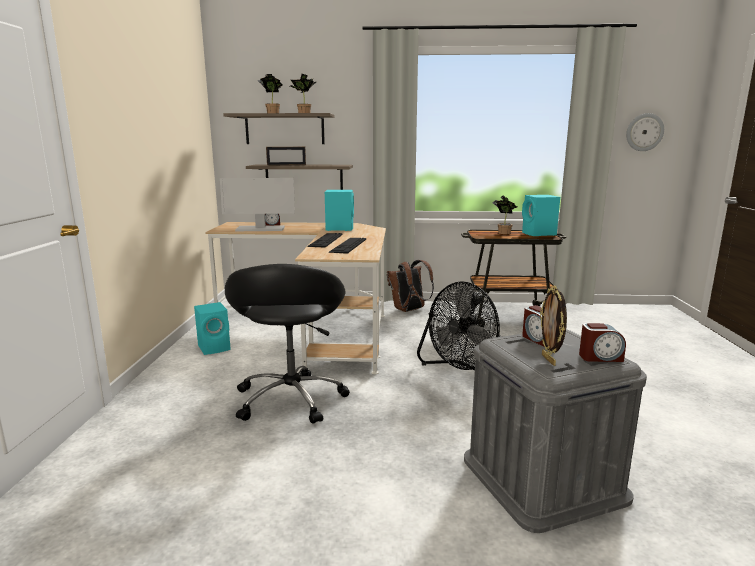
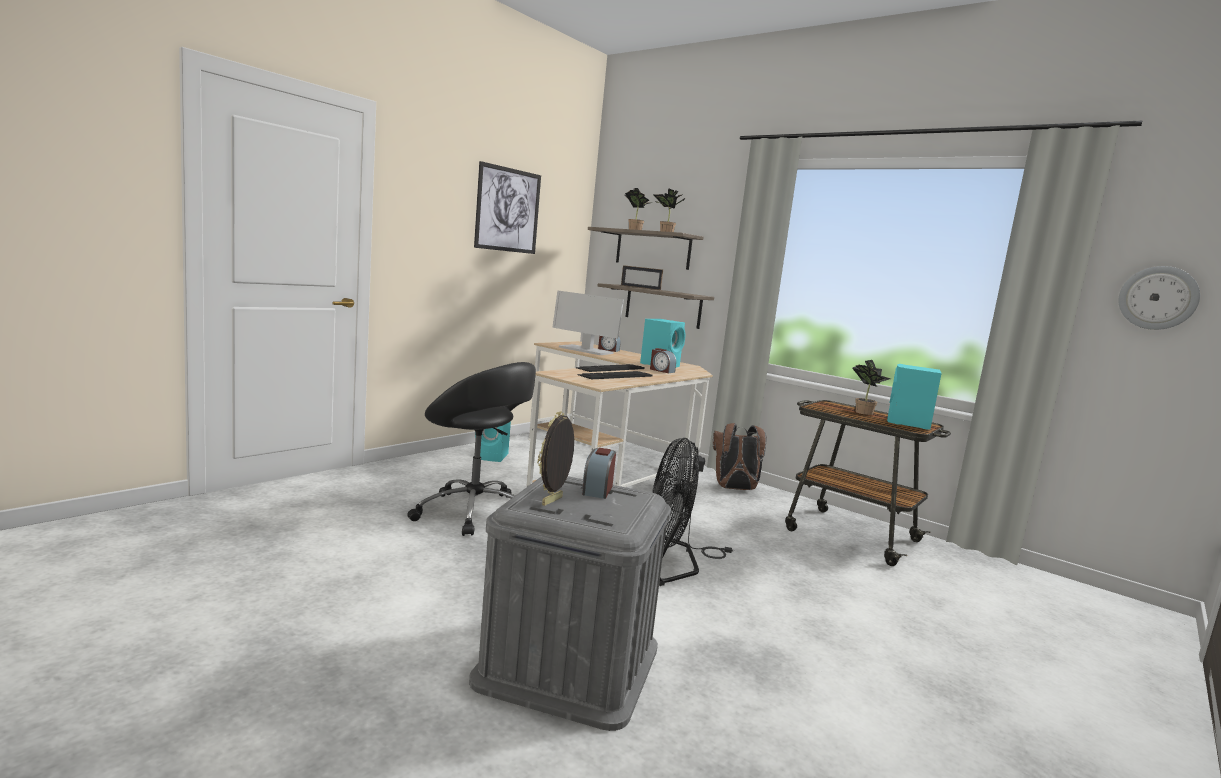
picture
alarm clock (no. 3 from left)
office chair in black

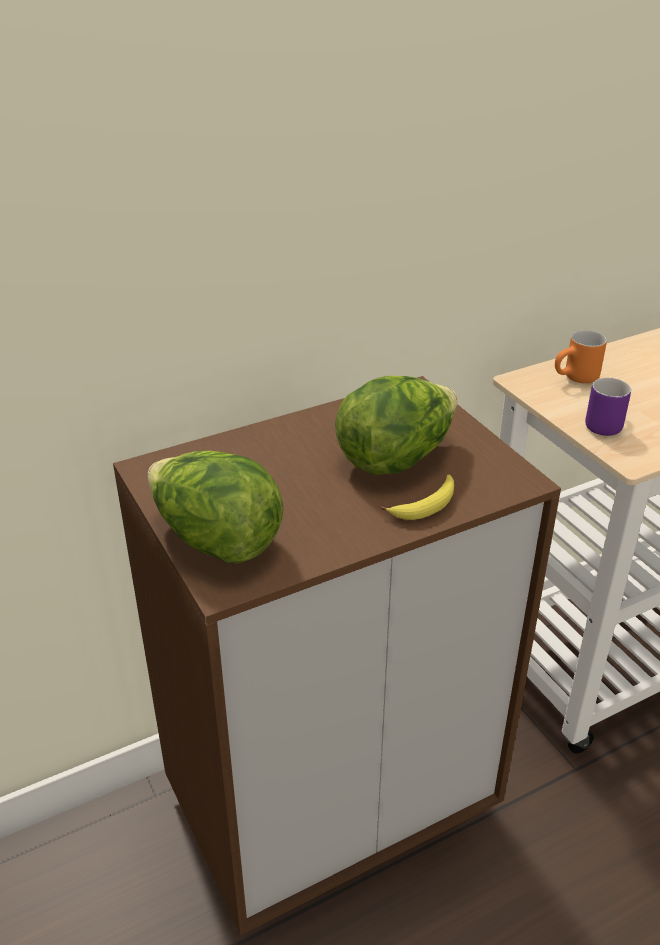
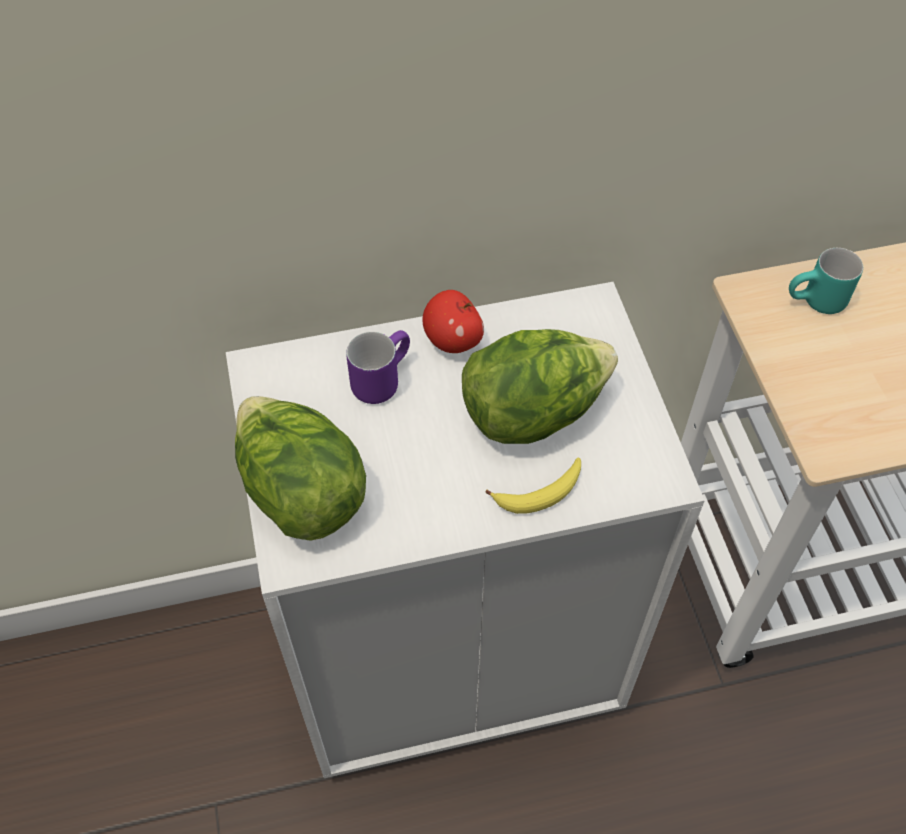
apple
mug in purple
cabinet in white
mug in turquoise

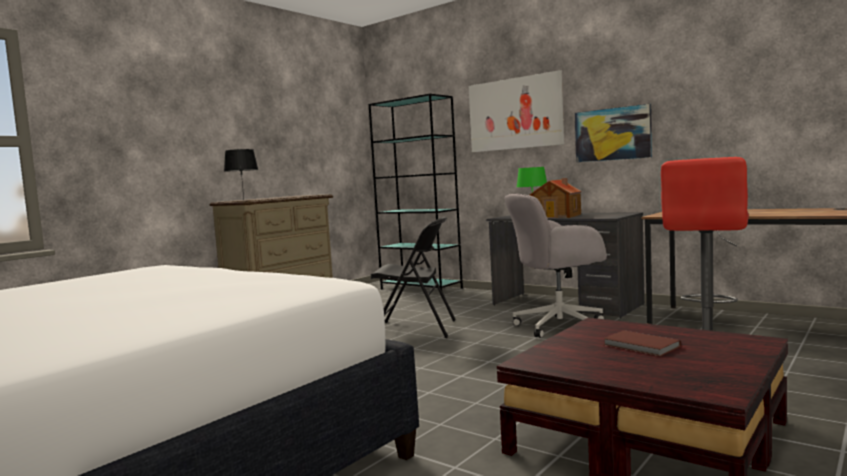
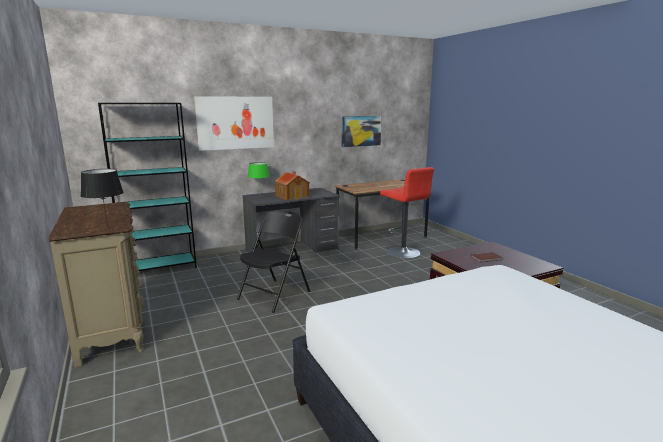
office chair in grey
picture (no. 2 from left)

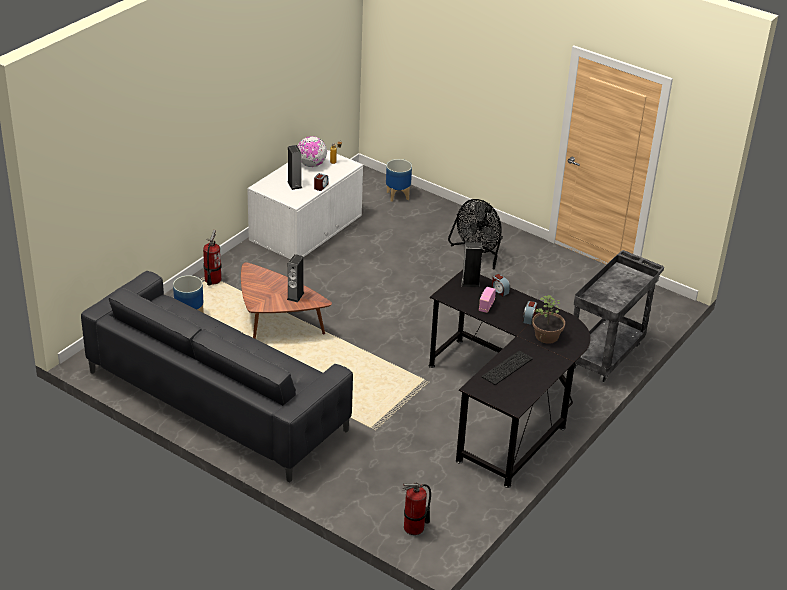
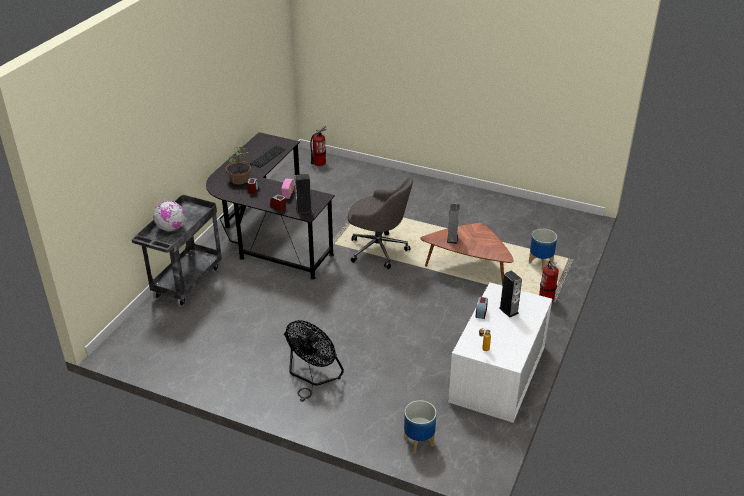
sofa in grey
office chair in grey
globe

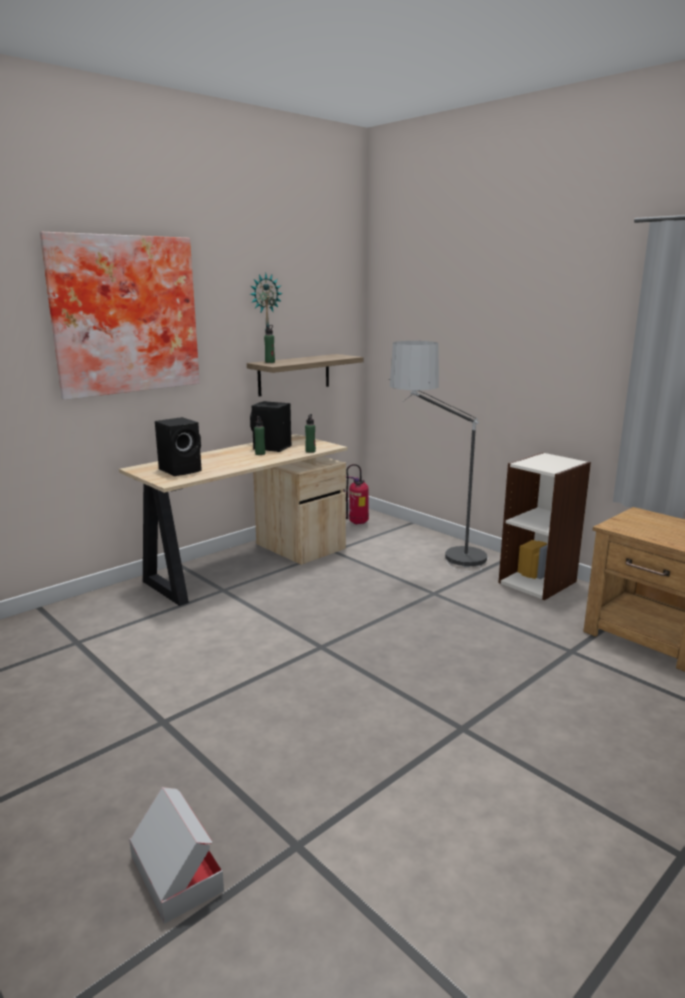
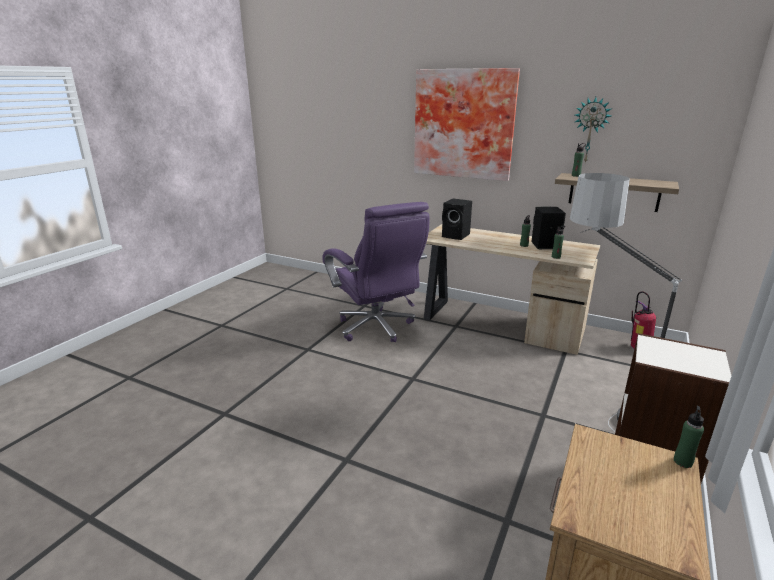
cardboard box
office chair in purple
bottle in green (no. 4 from left)

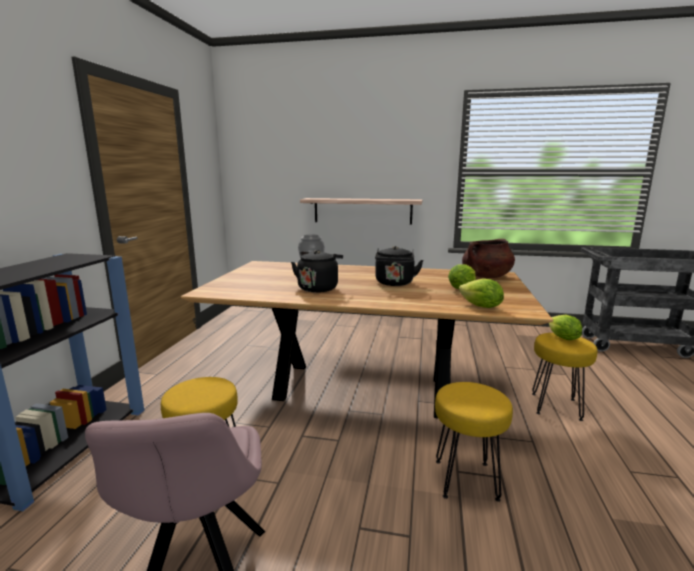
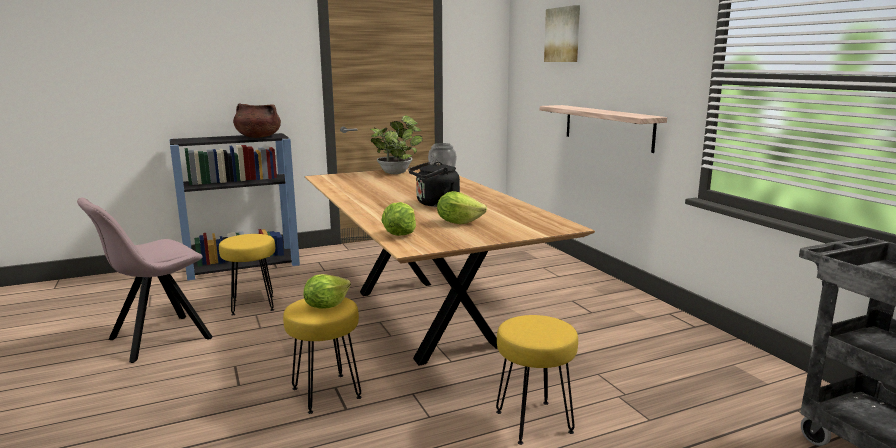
kettle in black (no. 1 from left in the first image)
potted plant
picture
cooking pot in brown
lettuce (no. 1 from left)

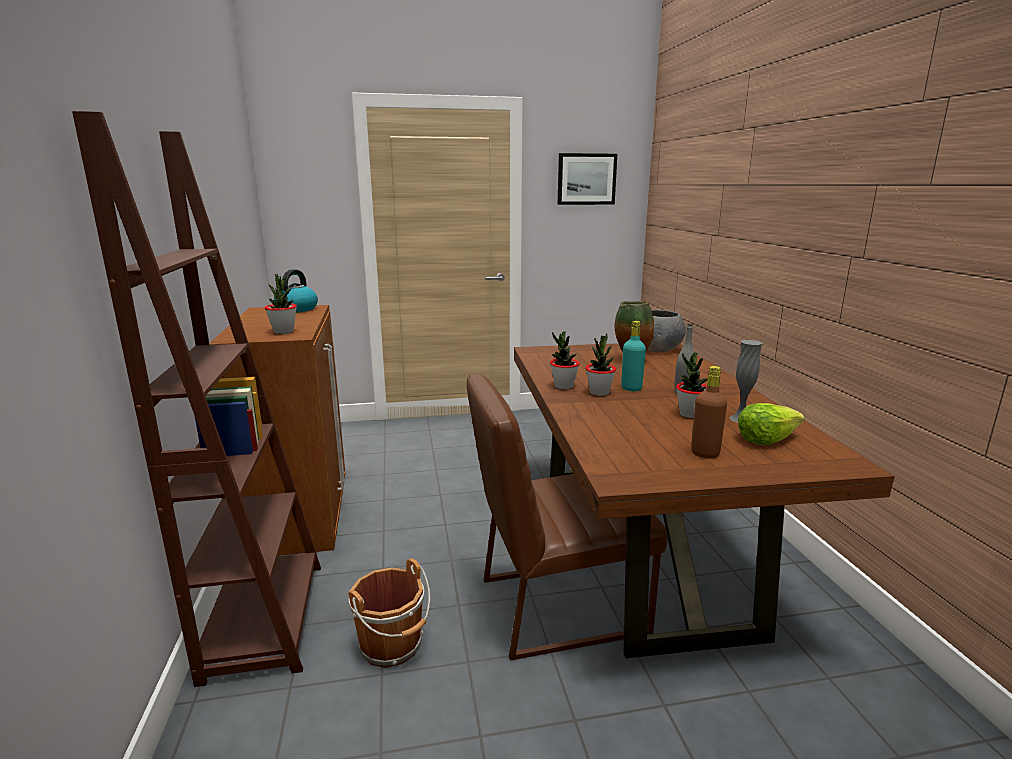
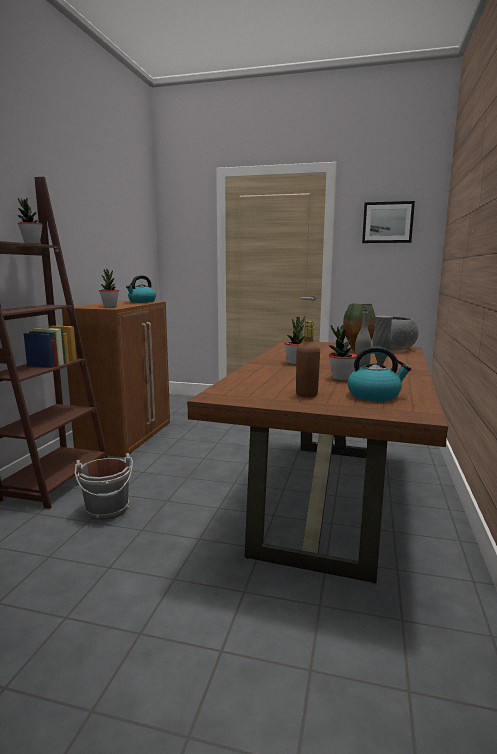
chair in brown
bottle in turquoise
potted plant (no. 1 from left)
kettle (no. 2 from left)
bucket in grey

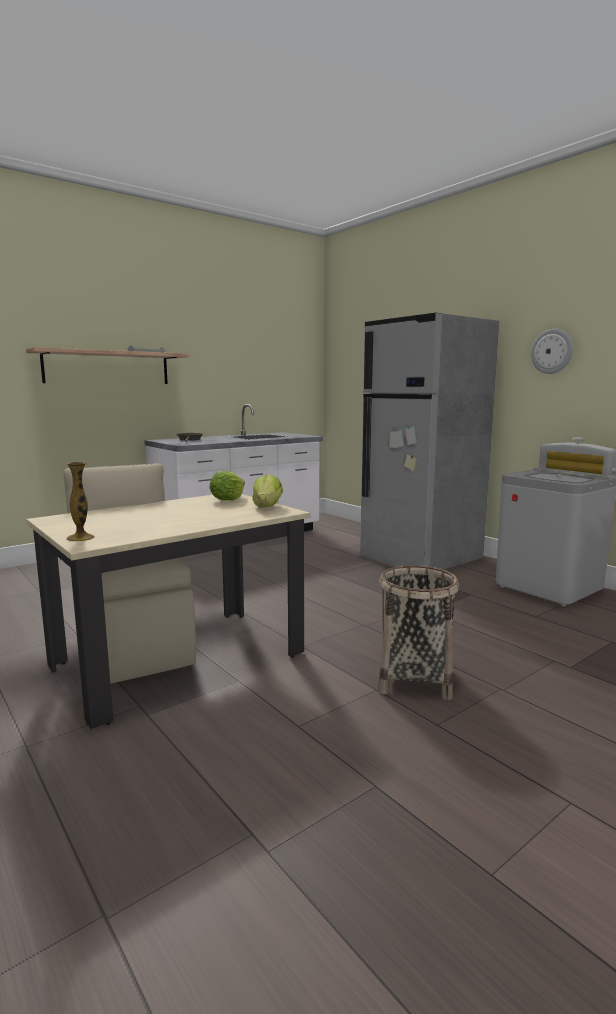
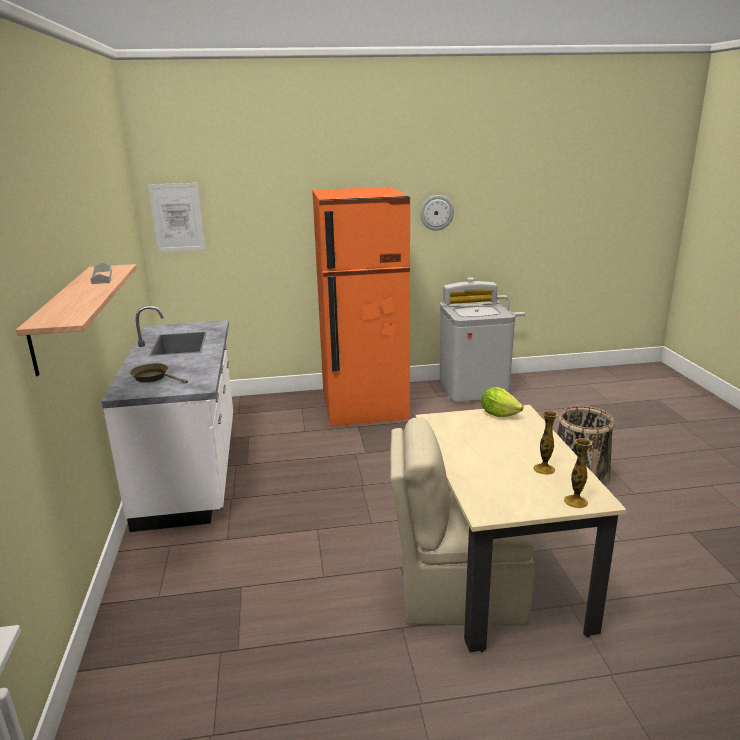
lettuce (no. 1 from left in the first image)
picture
vase (no. 1 from left)
fridge in orange

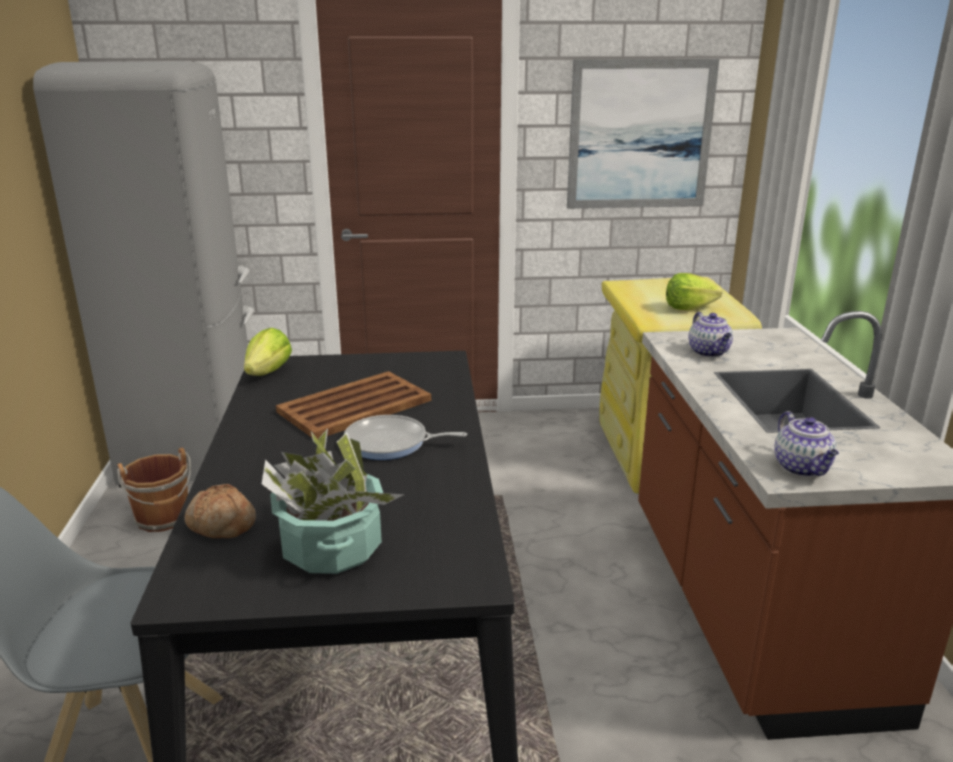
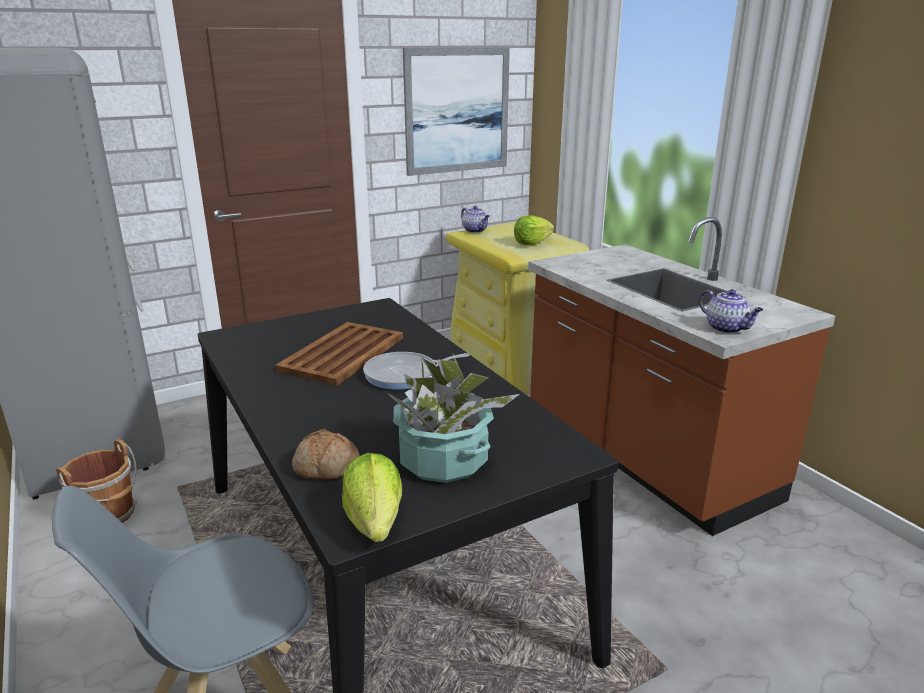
lettuce (no. 1 from left)
teapot (no. 1 from left)

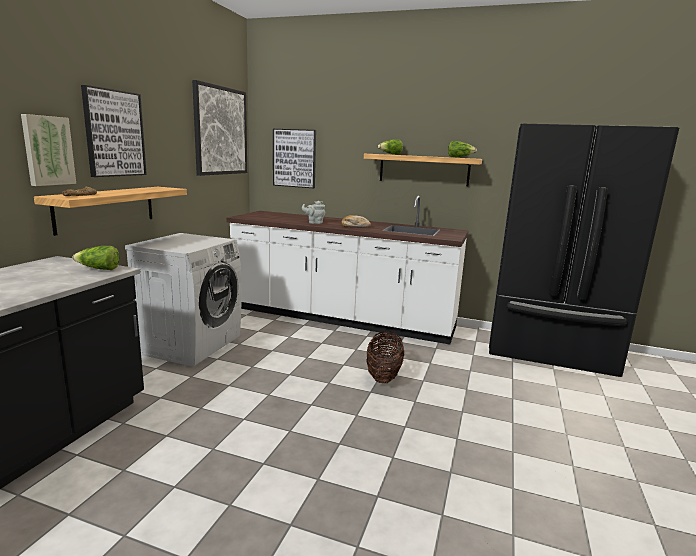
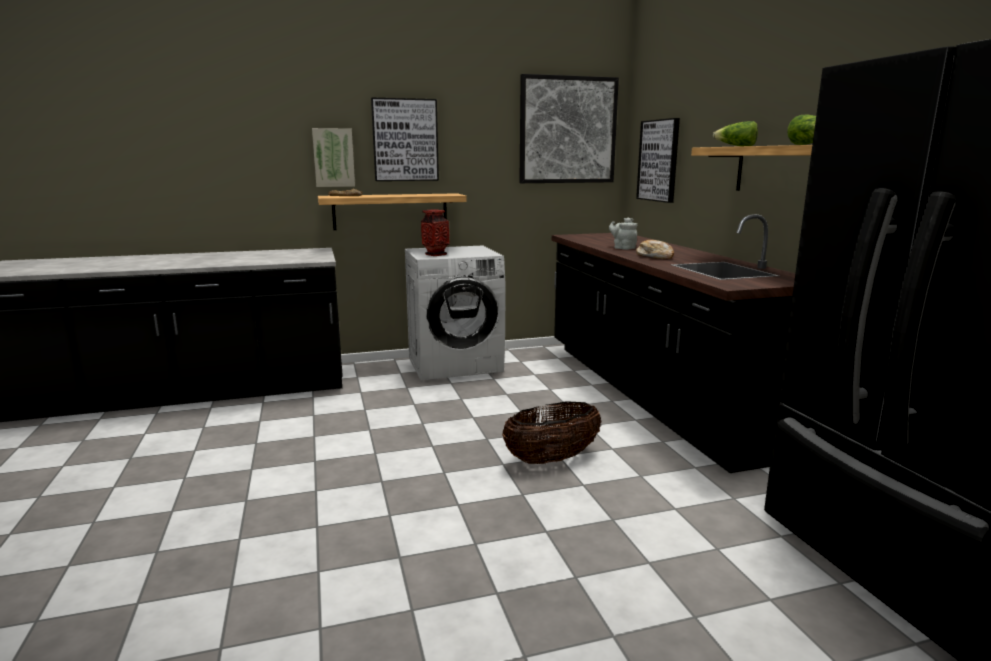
lettuce (no. 1 from left in the first image)
vase
counter in black (no. 2 from left)

